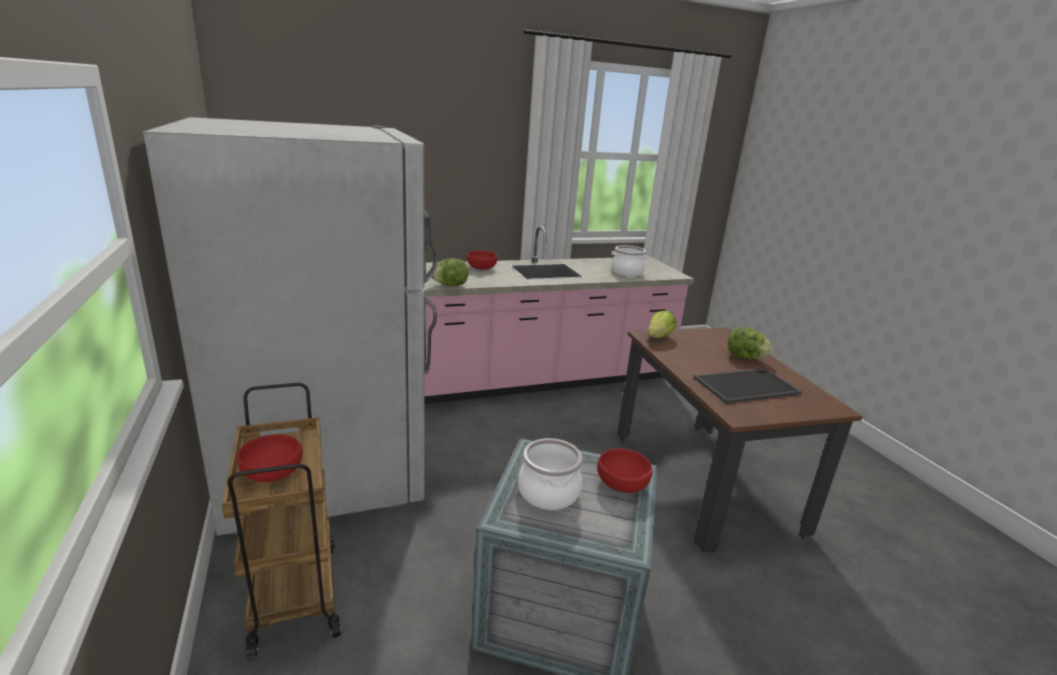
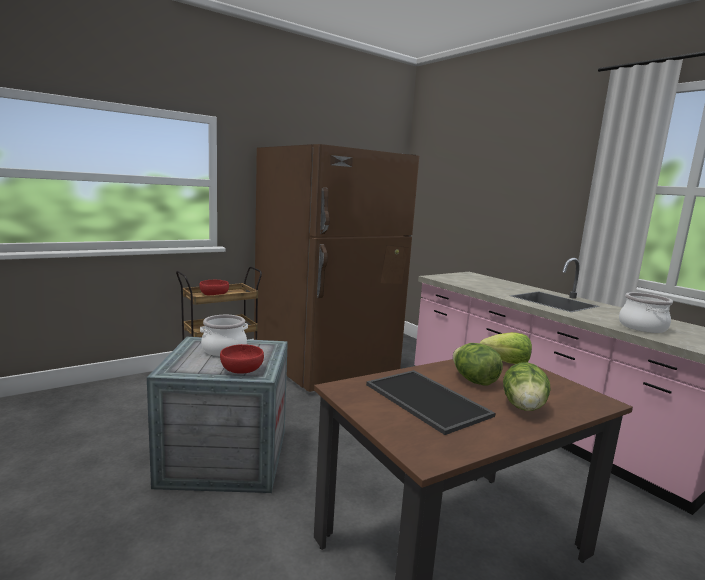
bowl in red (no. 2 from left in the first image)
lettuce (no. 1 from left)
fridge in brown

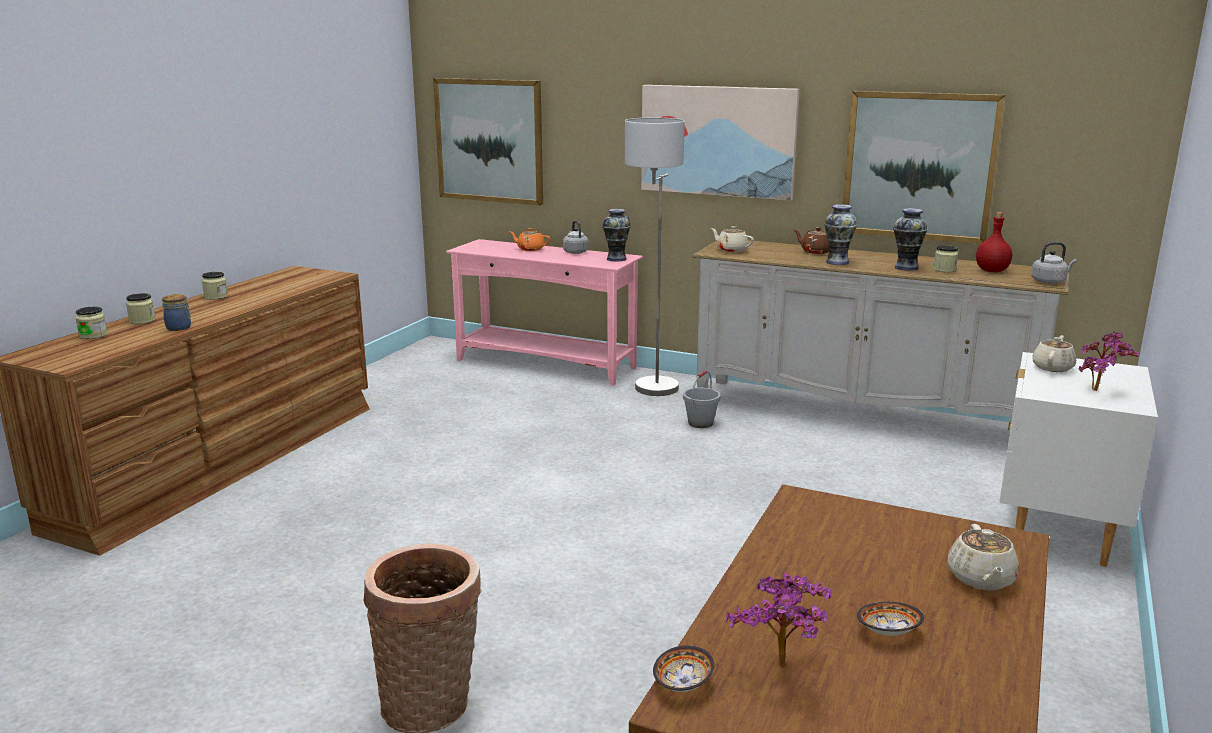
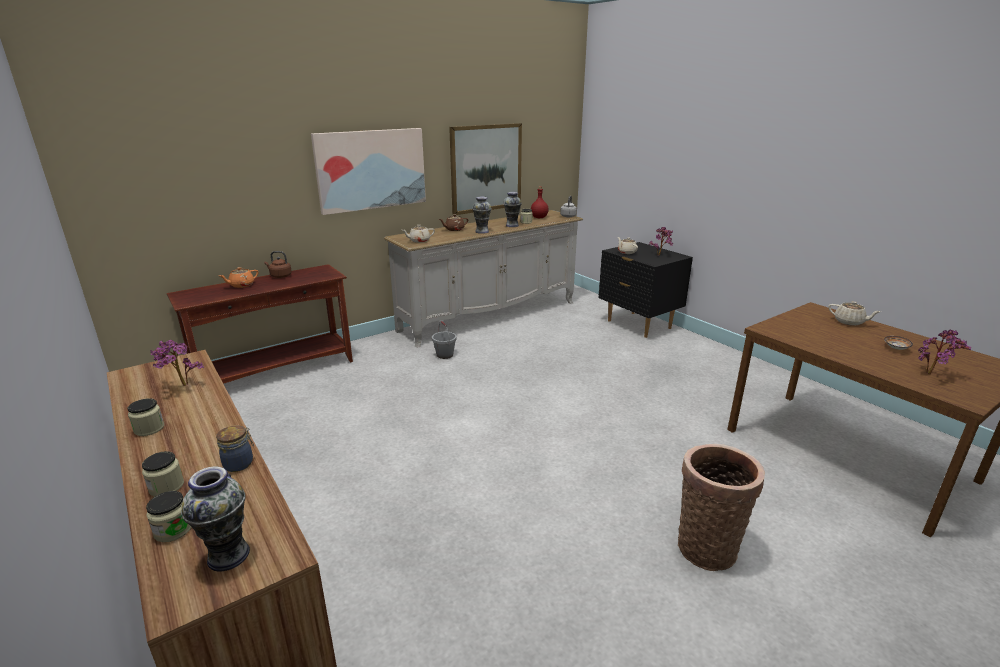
picture (no. 1 from left in the first image)
floor lamp in grey
bowl (no. 1 from left in the first image)
potted plant (no. 1 from left)
vase (no. 1 from left)
console table in brown
kettle in brown
nightstand in black

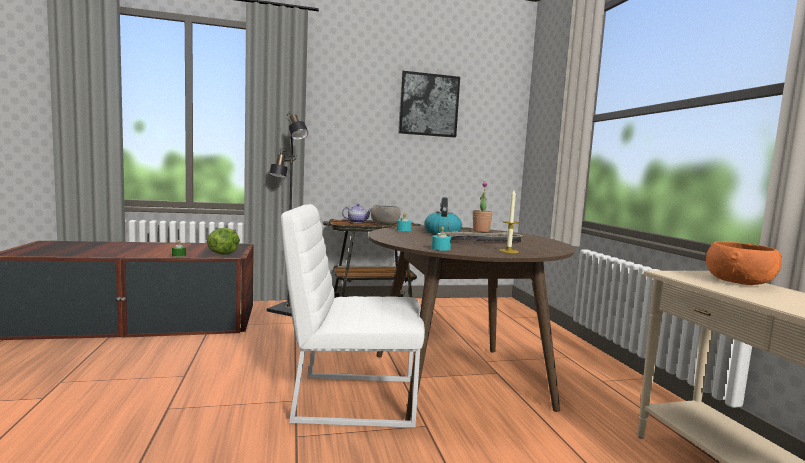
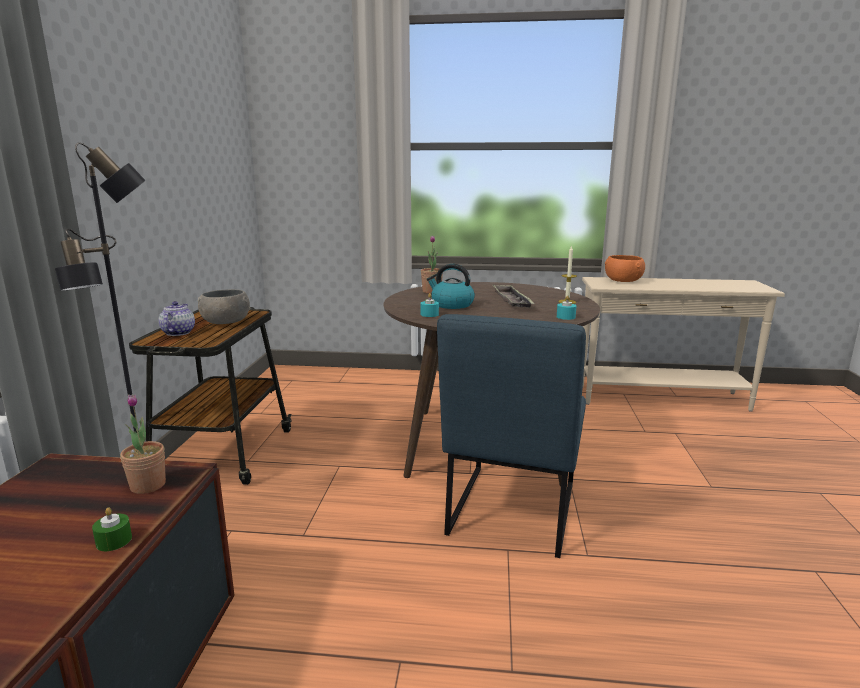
picture
potted plant (no. 1 from left)
chair in blue

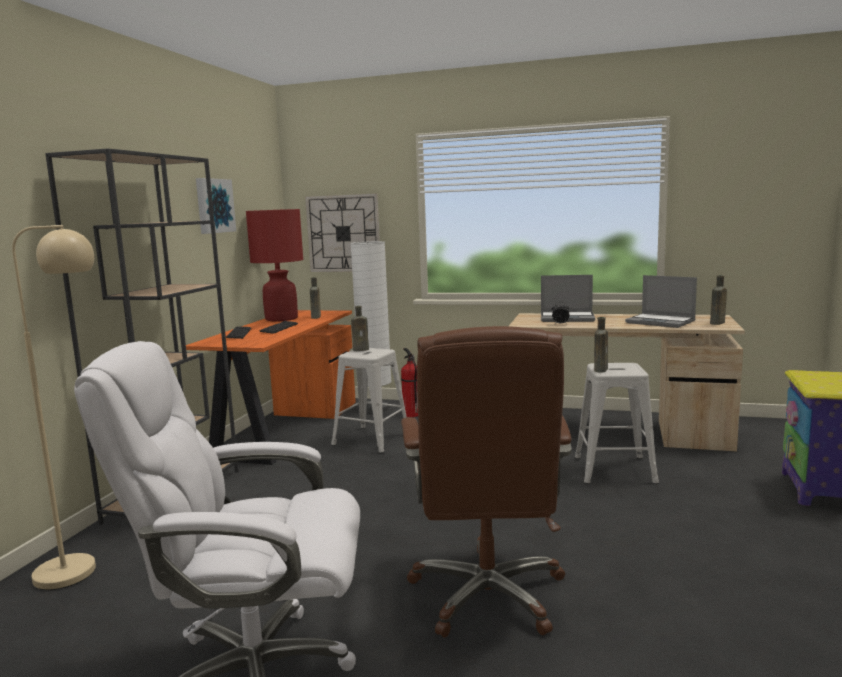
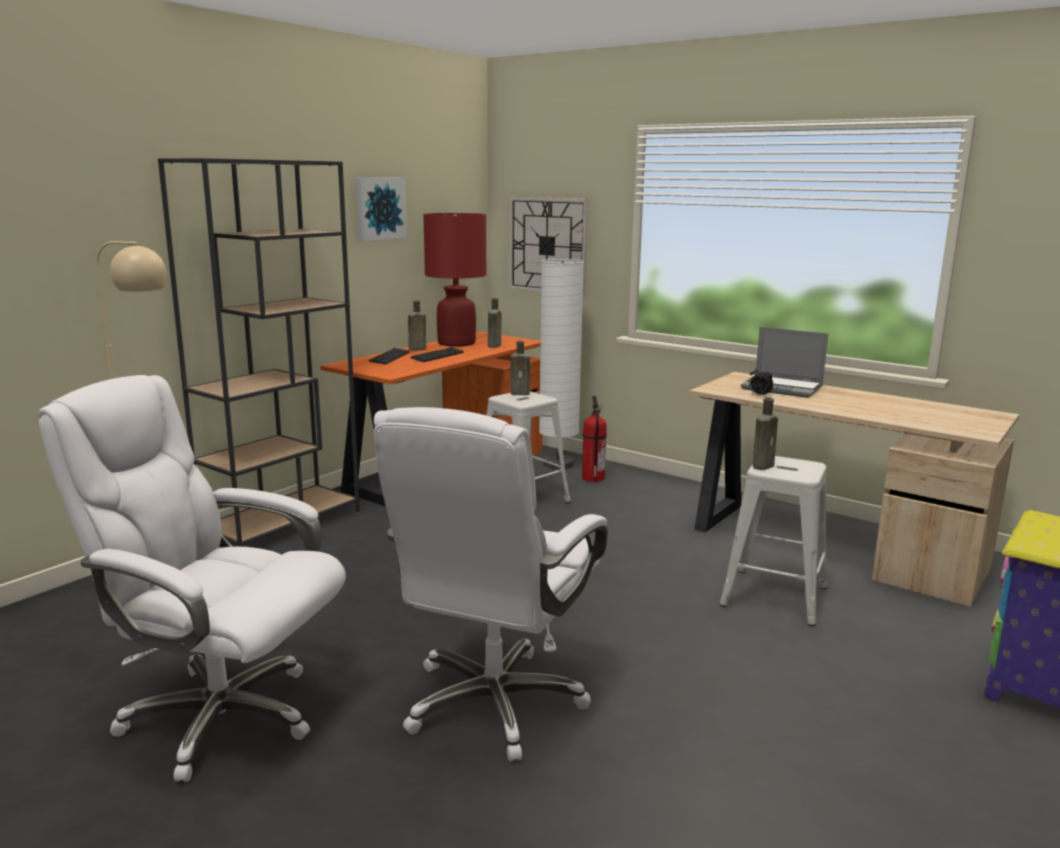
laptop (no. 2 from left in the first image)
bottle in brown (no. 1 from left)
office chair in white (no. 2 from left)

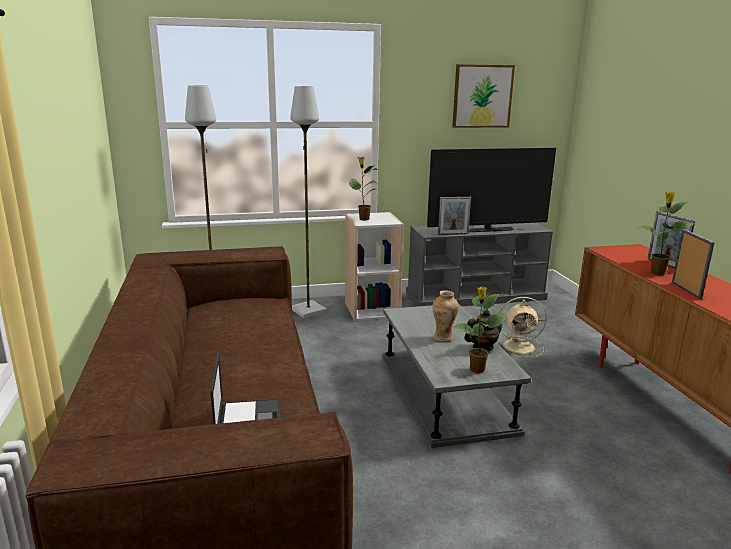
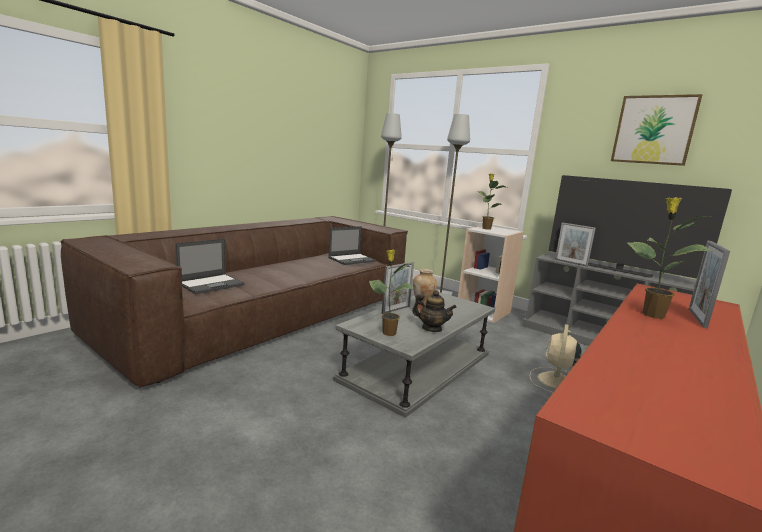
laptop (no. 2 from left)
picture frame (no. 1 from left)
fan in beige

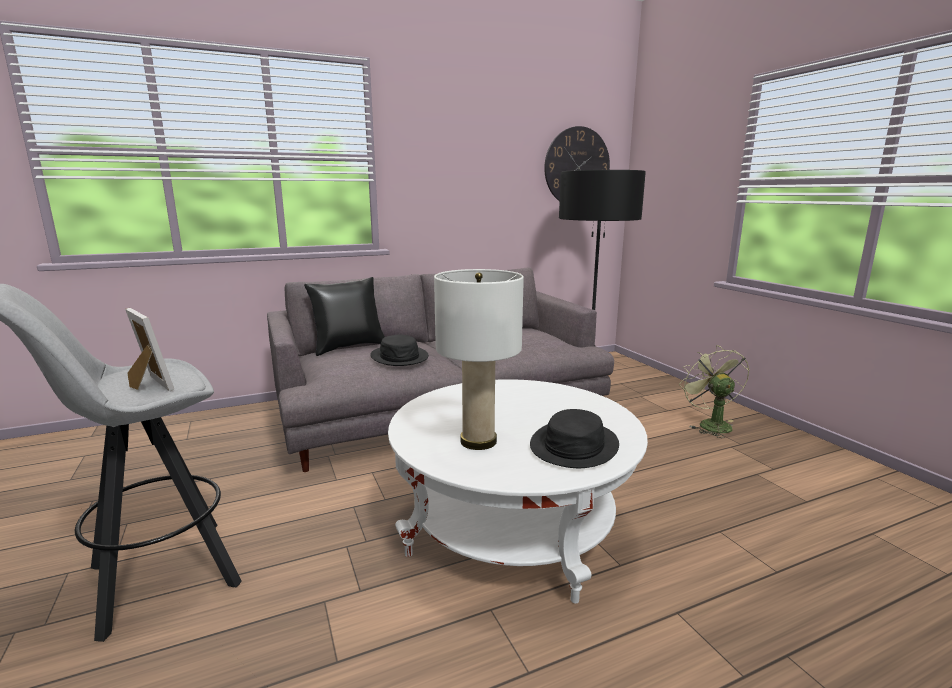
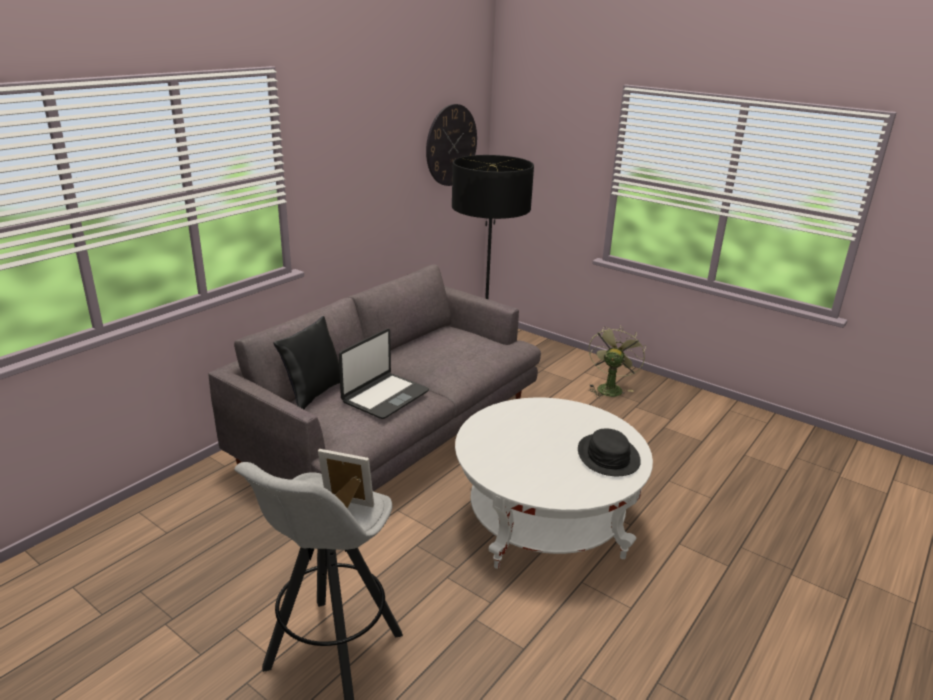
table lamp in white
laptop
fan in green

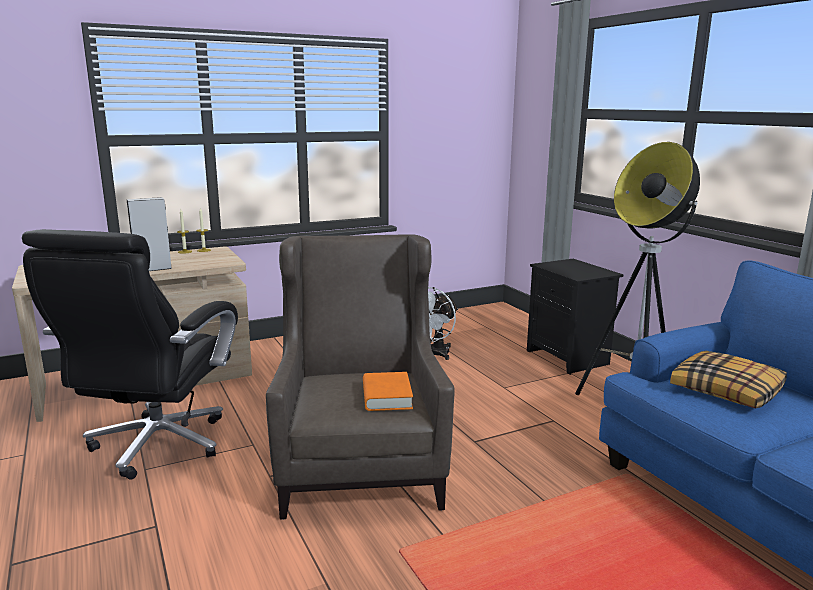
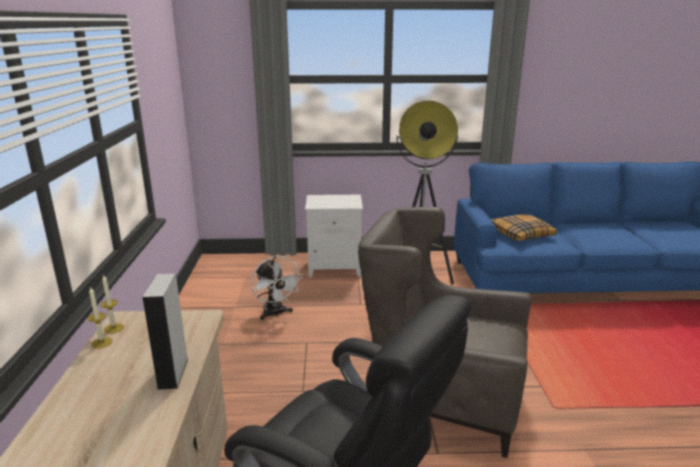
book in orange
nightstand in white

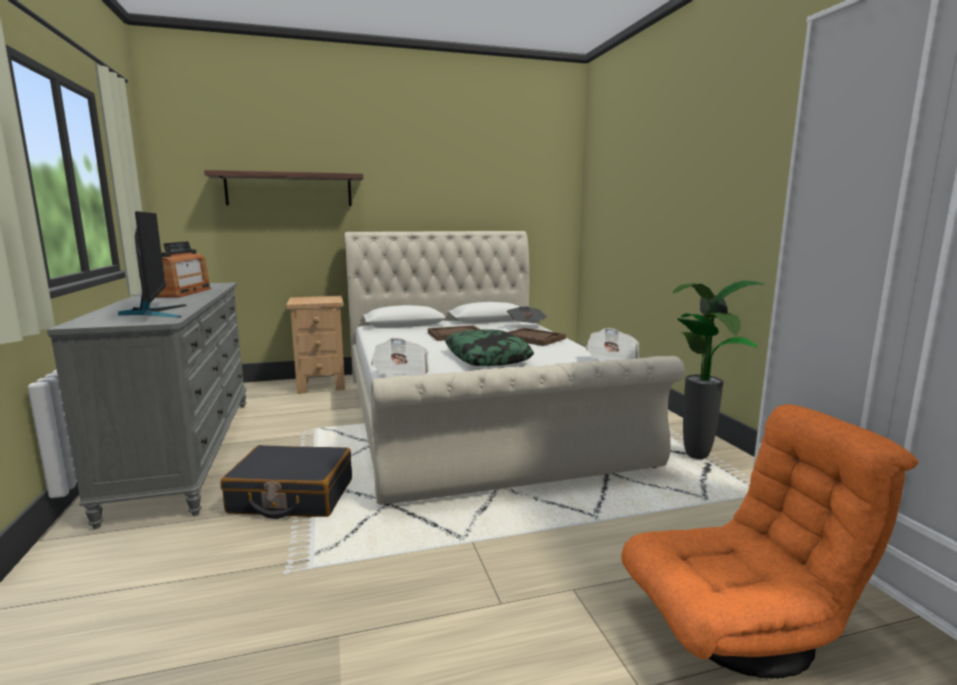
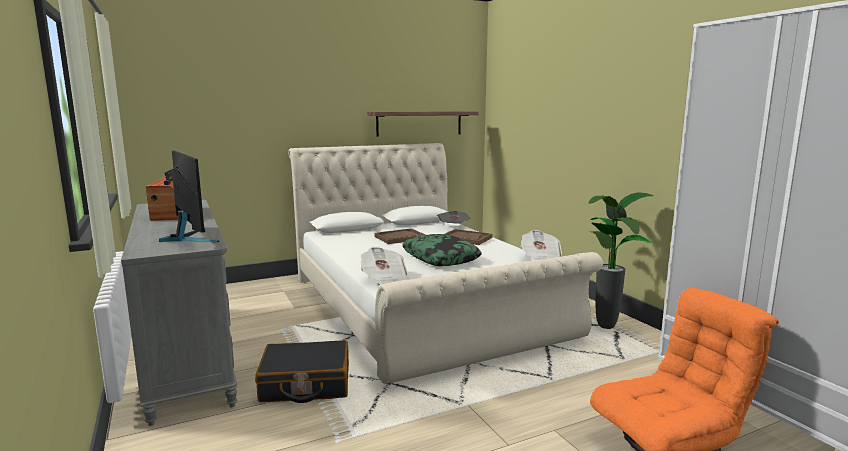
nightstand in beige
shelf

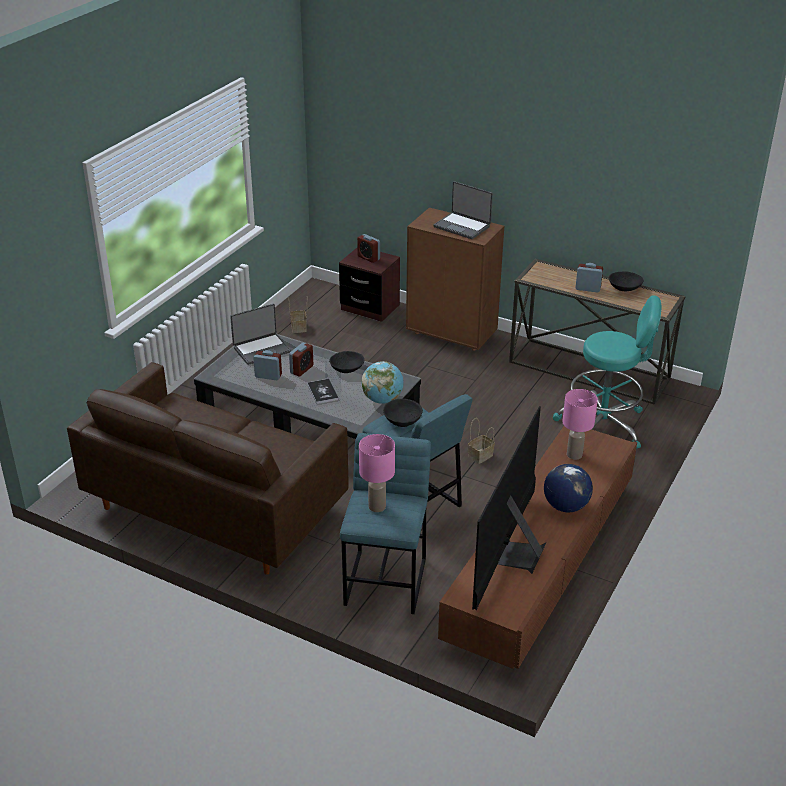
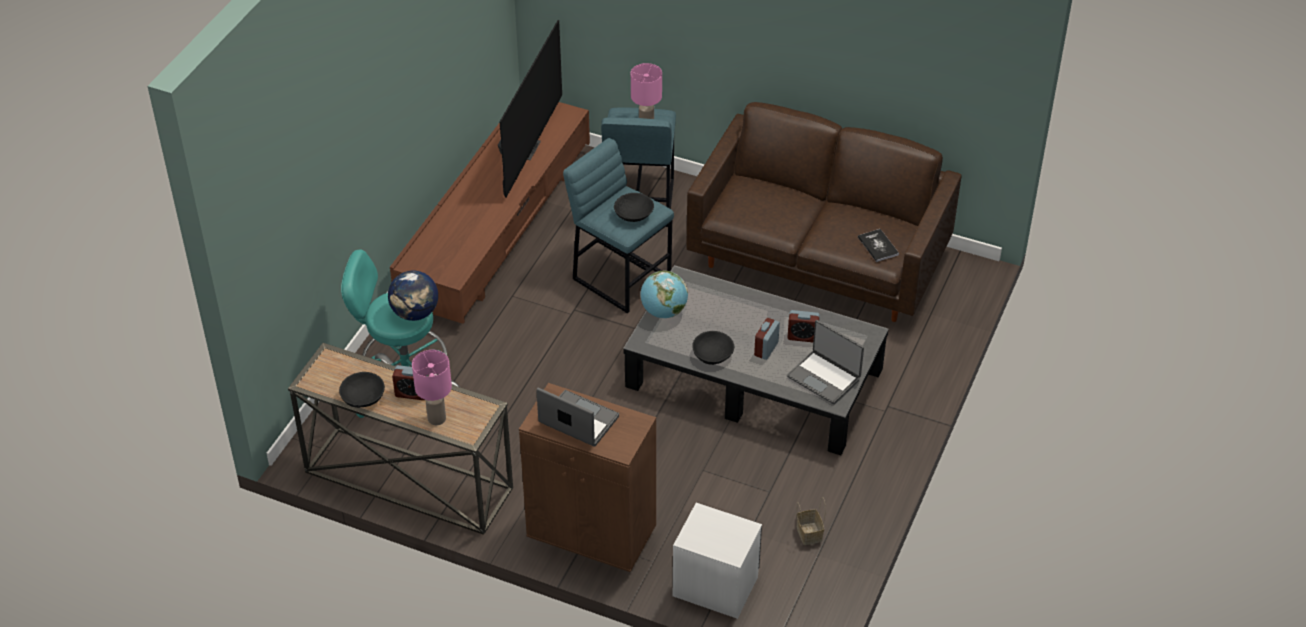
alarm clock (no. 3 from left in the first image)
basket (no. 2 from left in the first image)
book
globe (no. 1 from left)
table lamp in pink (no. 1 from left)
nightstand in white
laptop (no. 2 from left)

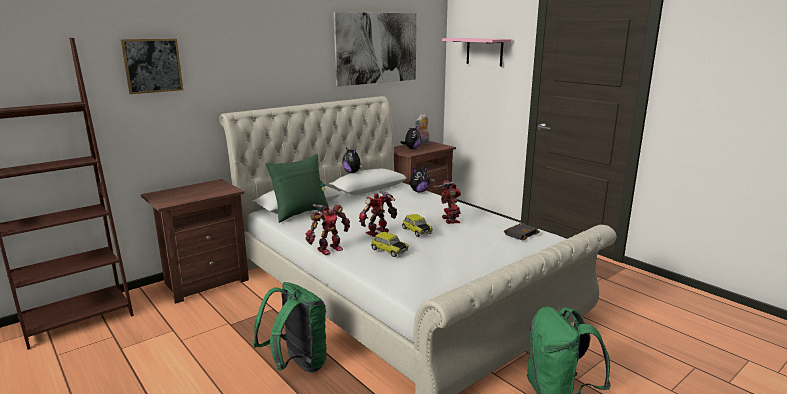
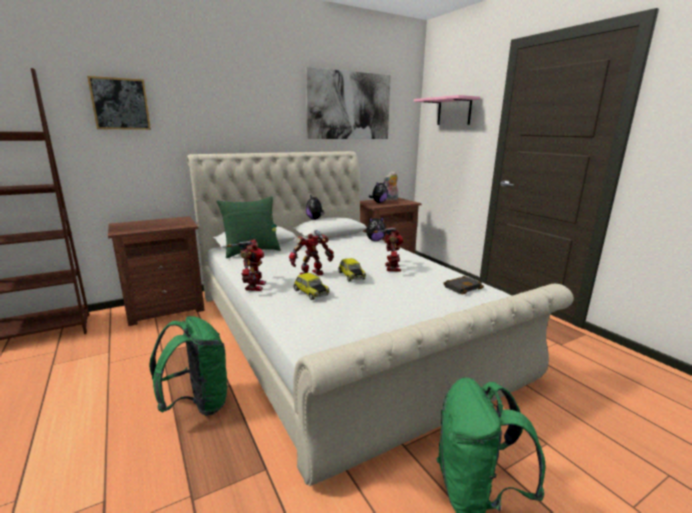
toy robot (no. 1 from left)

